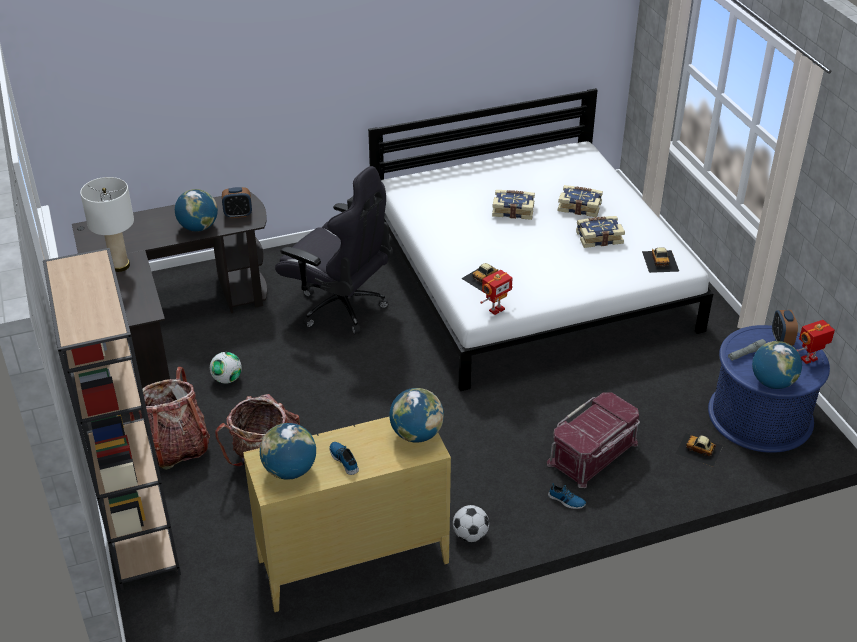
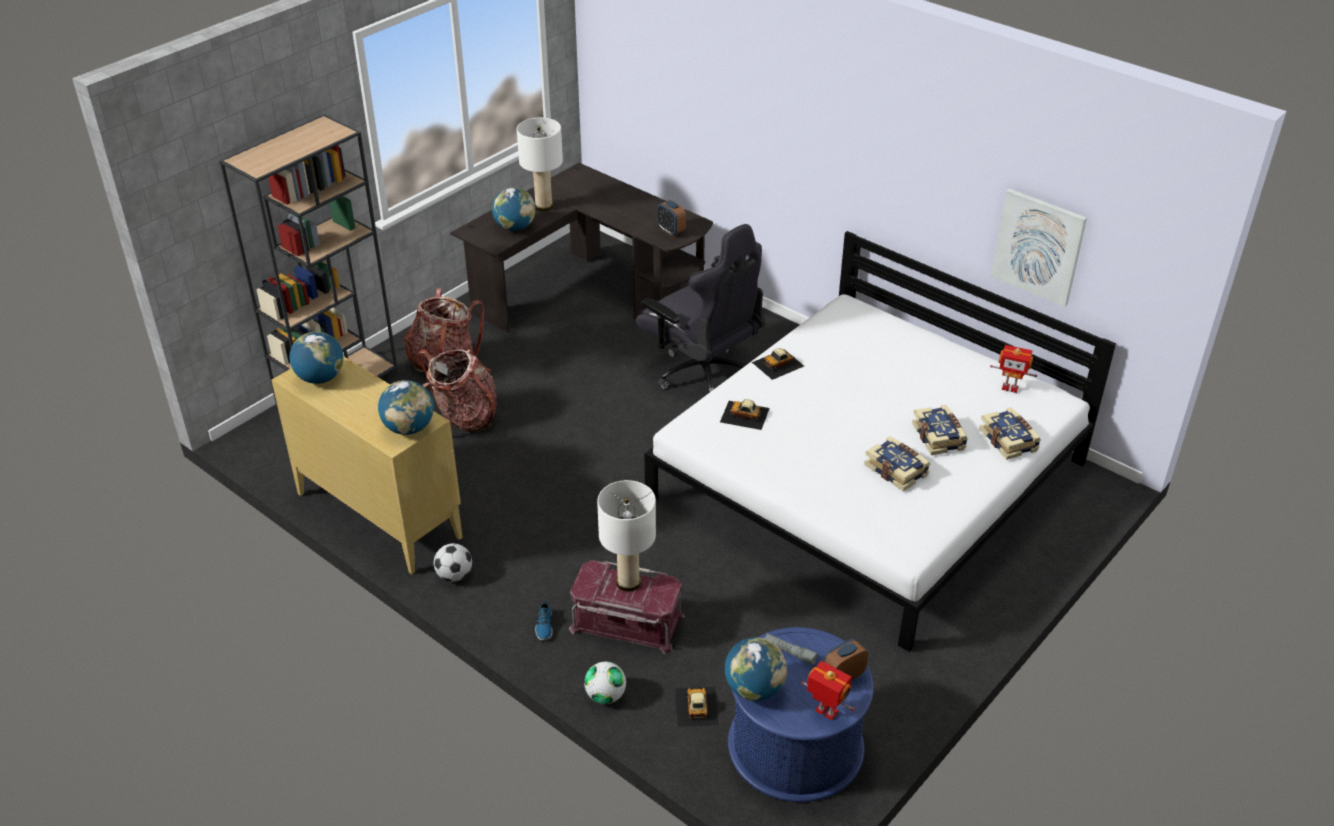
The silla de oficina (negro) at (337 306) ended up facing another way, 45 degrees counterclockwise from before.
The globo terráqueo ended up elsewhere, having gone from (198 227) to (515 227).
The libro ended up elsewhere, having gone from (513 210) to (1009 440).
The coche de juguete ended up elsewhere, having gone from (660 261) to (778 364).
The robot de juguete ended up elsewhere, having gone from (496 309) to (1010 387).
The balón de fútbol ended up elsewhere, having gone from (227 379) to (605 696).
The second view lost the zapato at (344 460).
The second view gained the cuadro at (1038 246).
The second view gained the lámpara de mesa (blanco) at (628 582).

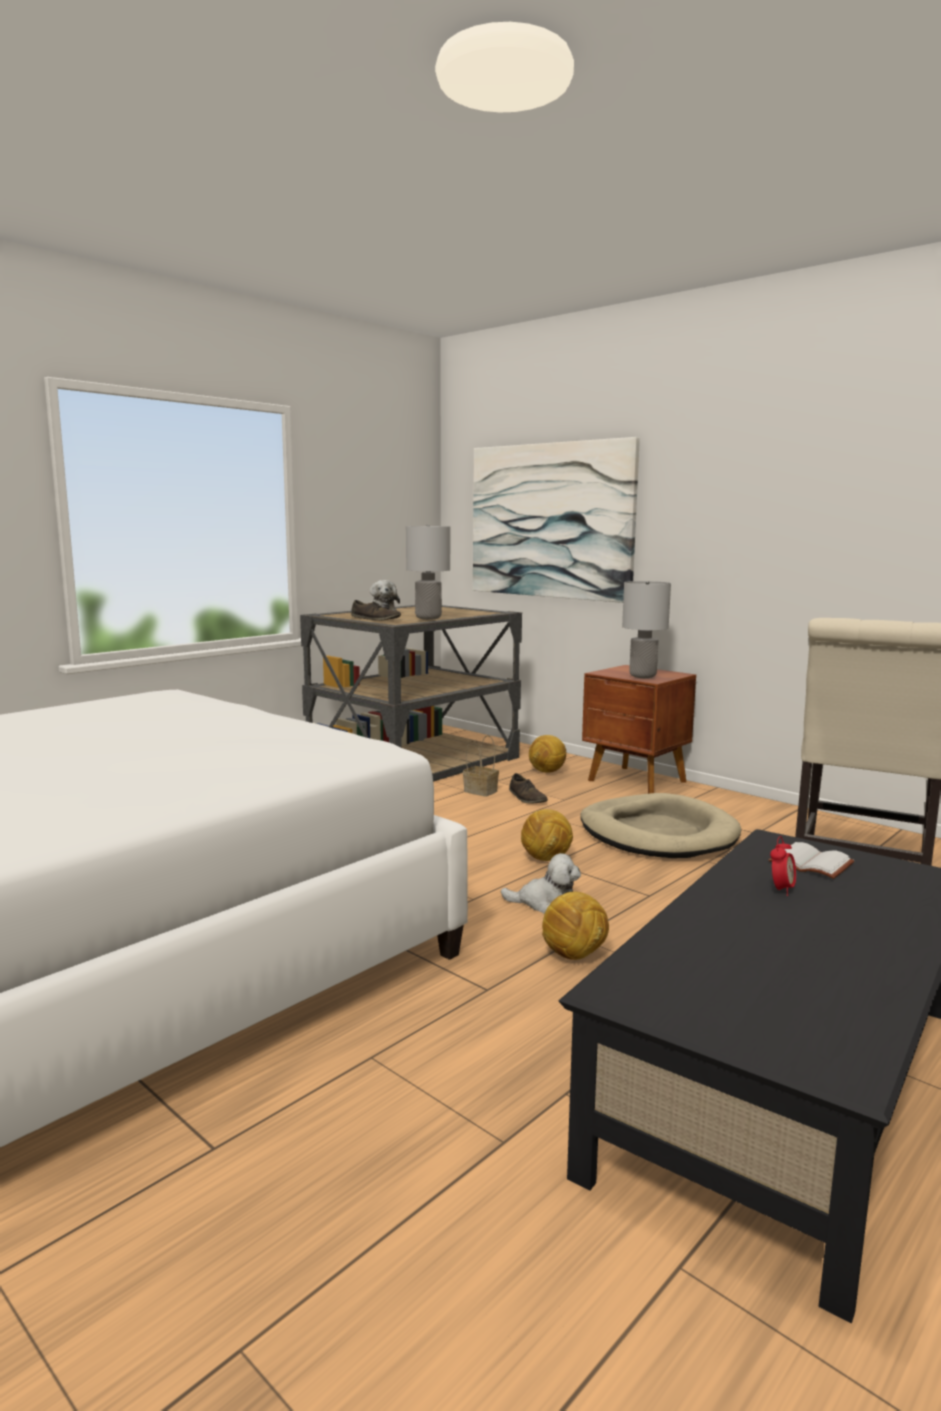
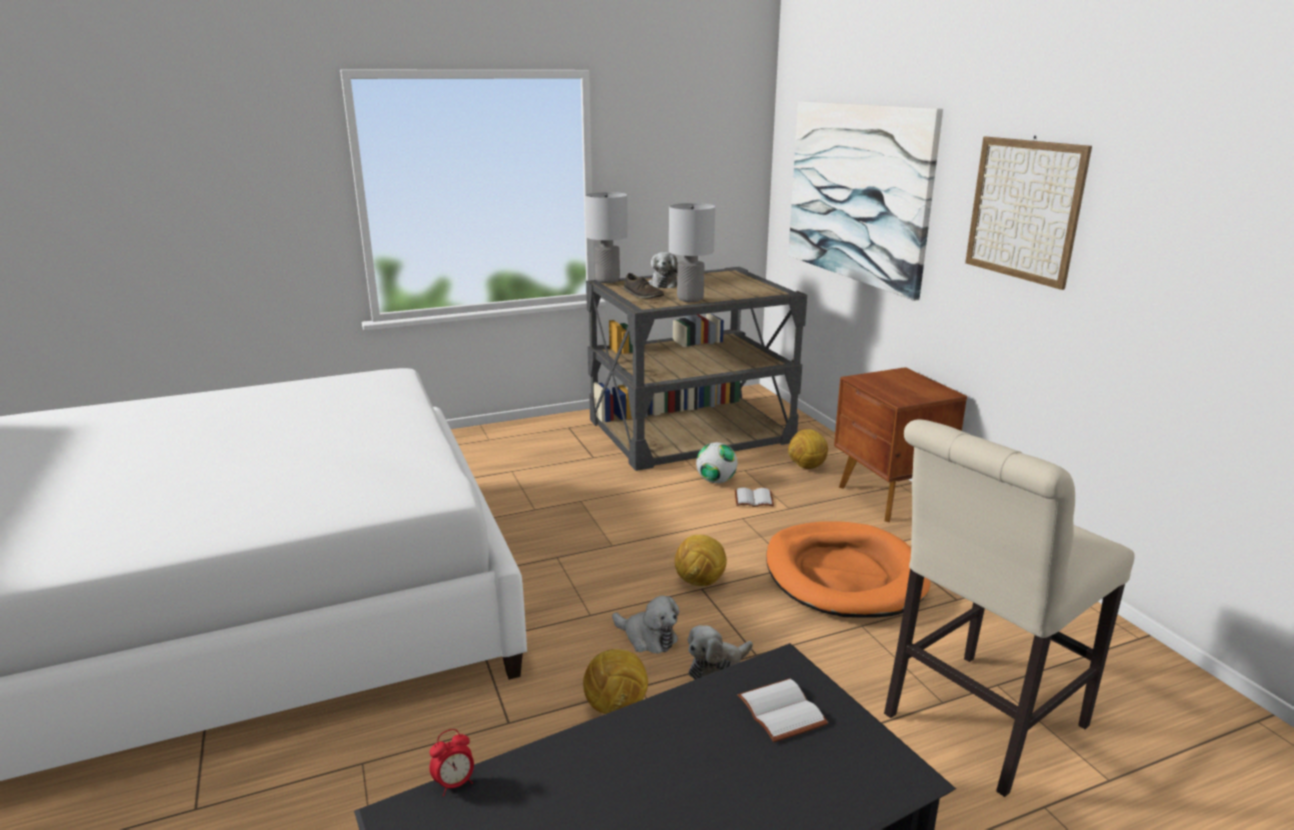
The lámpara de mesa (gris) ended up elsewhere, having gone from (643 677) to (608 282).
Where the cesta stood at (479 791), the balón de fútbol came to stand at (716 481).
Where the zapato (marrón) stood at (527 798), the libro (blanco) came to stand at (754 499).
What was the cama para perro (beis) at (658 833) turned into the cama para perro (naranja) at (843 575).
The despertador ended up elsewhere, having gone from (781 890) to (454 783).
The second view gained the cuadro at (1025 207).
The second view gained the peluche at (717 668).

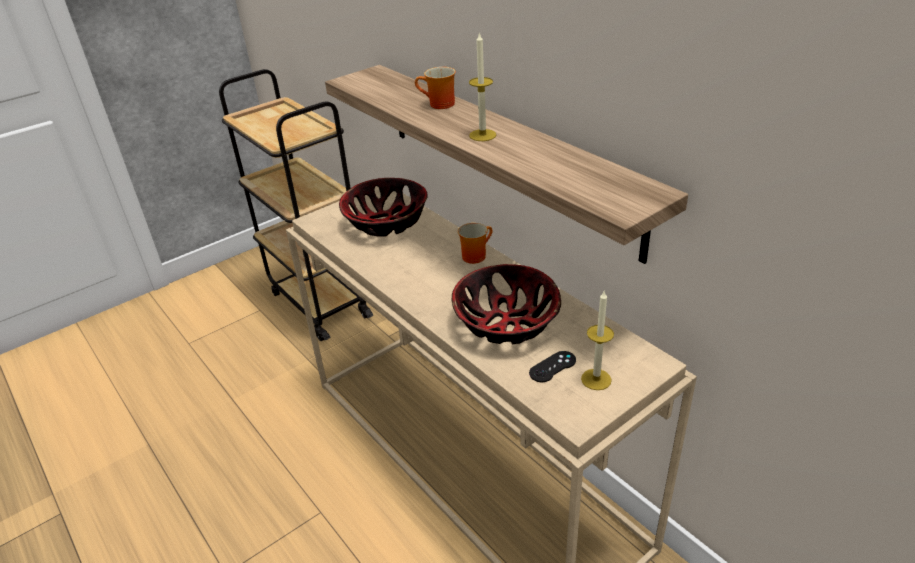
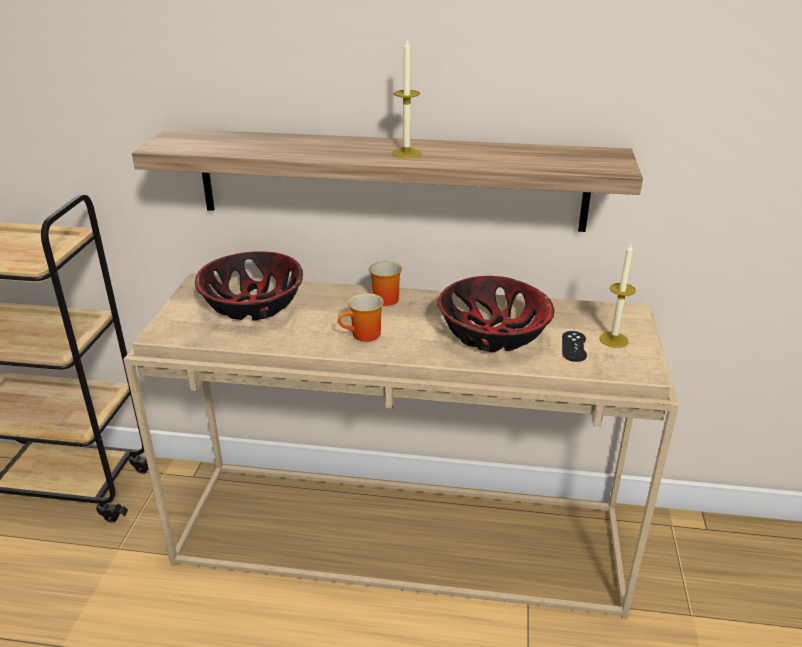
The taza grande ended up elsewhere, having gone from (438 105) to (364 336).

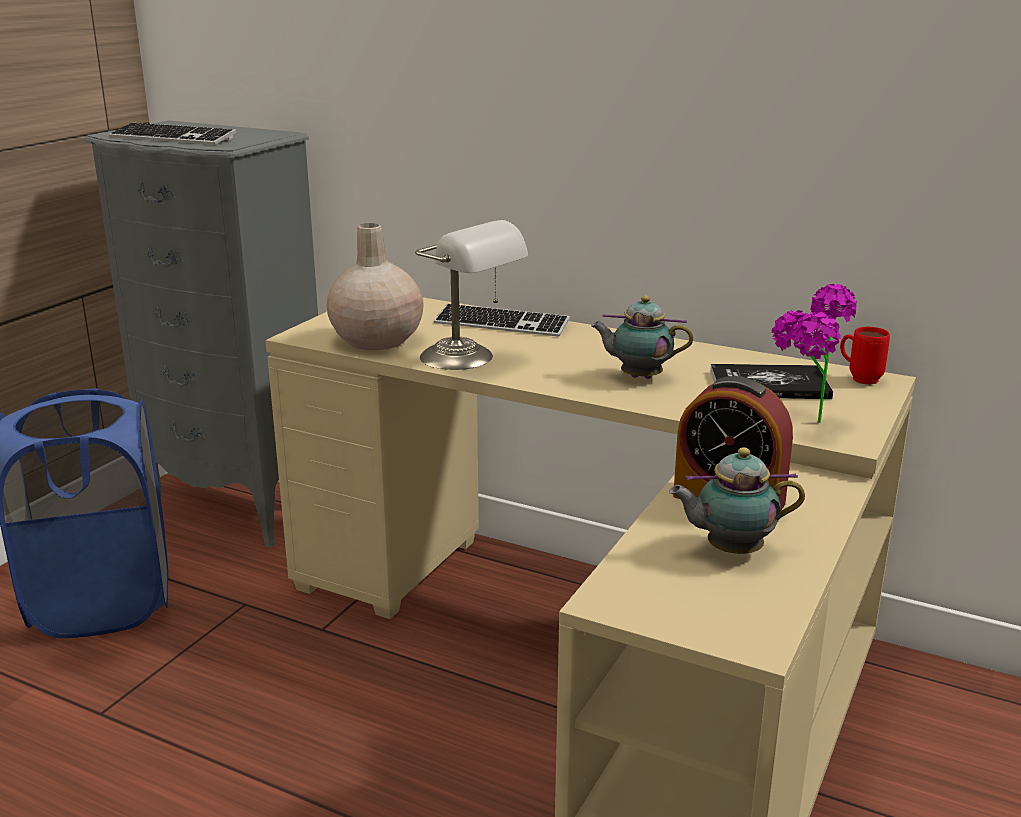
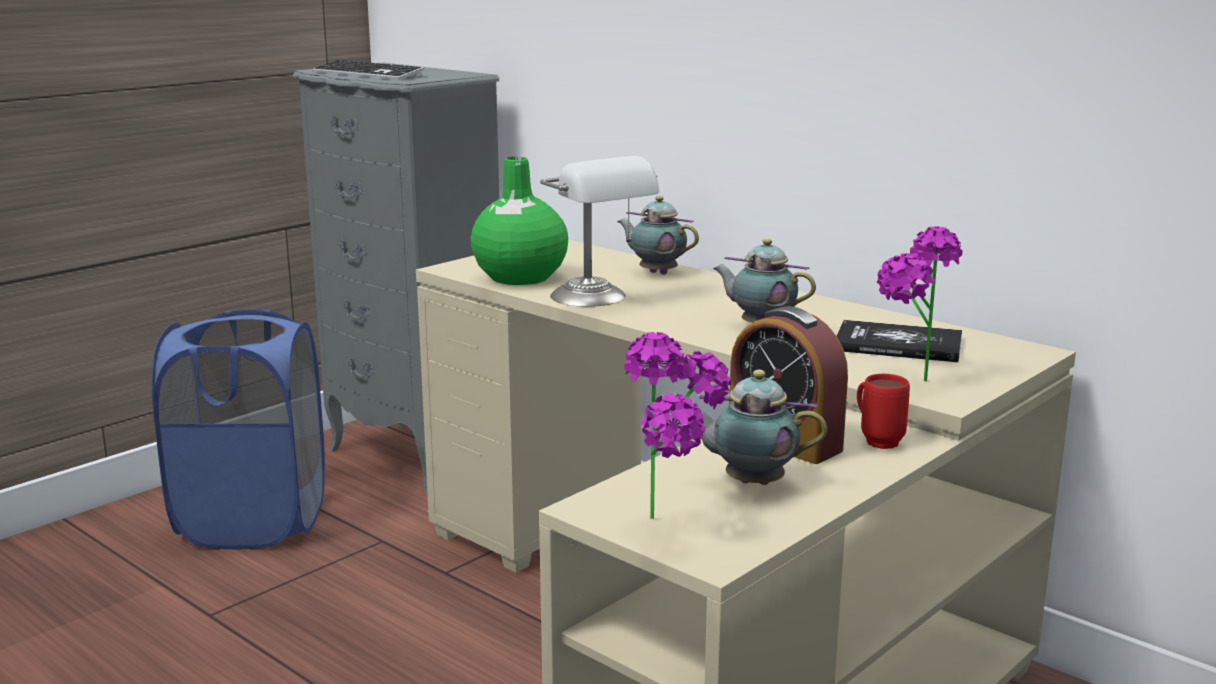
What was the florero (beis) at (376 341) turned into the florero (verde) at (519 277).
Where the teclado stood at (501 324), the tetera came to stand at (656 273).
The taza grande (rojo) ended up elsewhere, having gone from (858 378) to (876 440).
The second view gained the planta en maceta at (676 521).

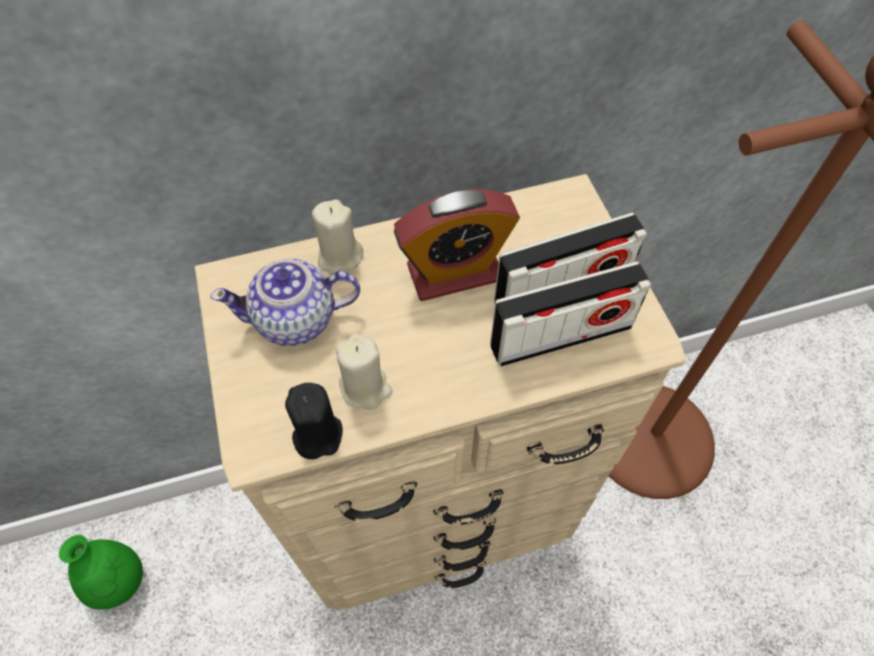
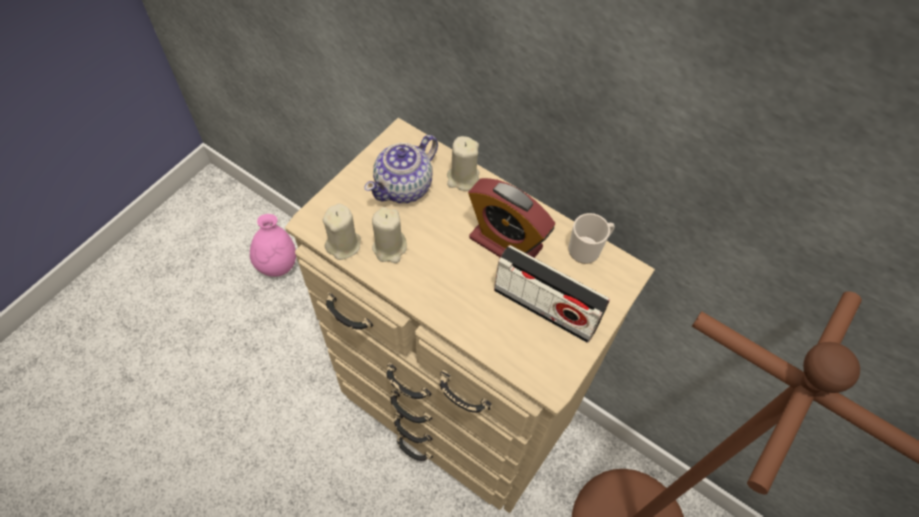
The tetera at (296 319) ended up facing another way, 90 degrees counterclockwise from before.
The second view lost the radio at (560 336).
What was the vela (negro) at (317 434) turned into the vela (beis) at (343 244).
What was the florero (verde) at (120 581) turned into the florero (rosa) at (277 265).
The second view gained the taza grande at (587 249).

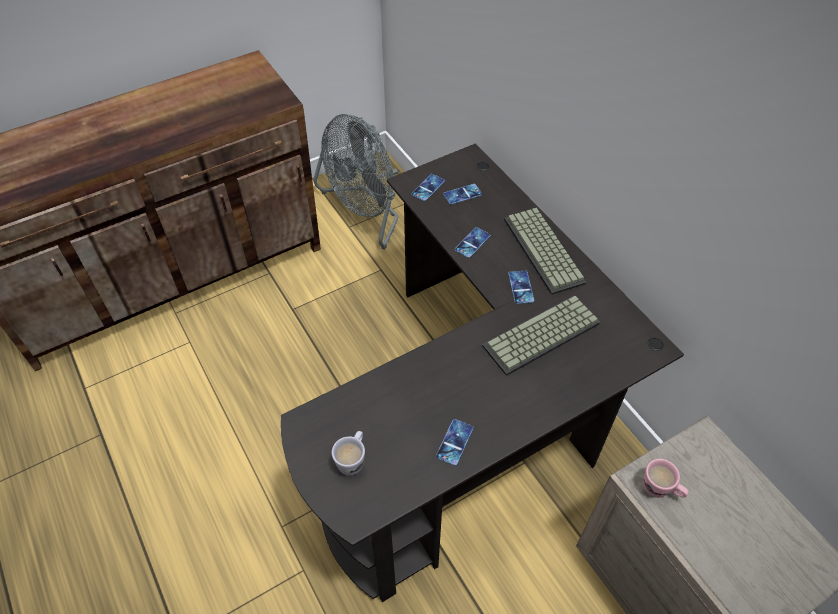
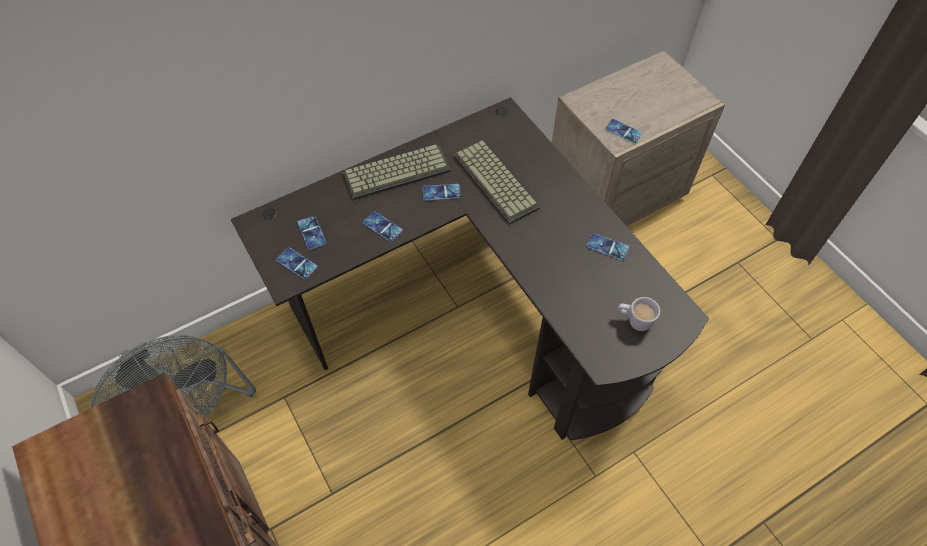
Where the taza grande (rosa) stood at (660 490), the móvil came to stand at (623 131).

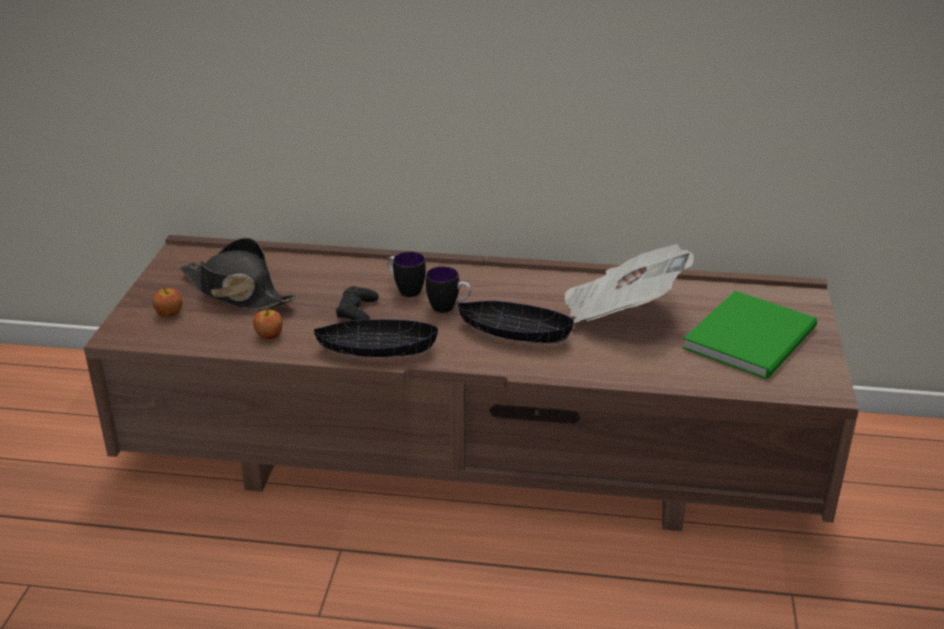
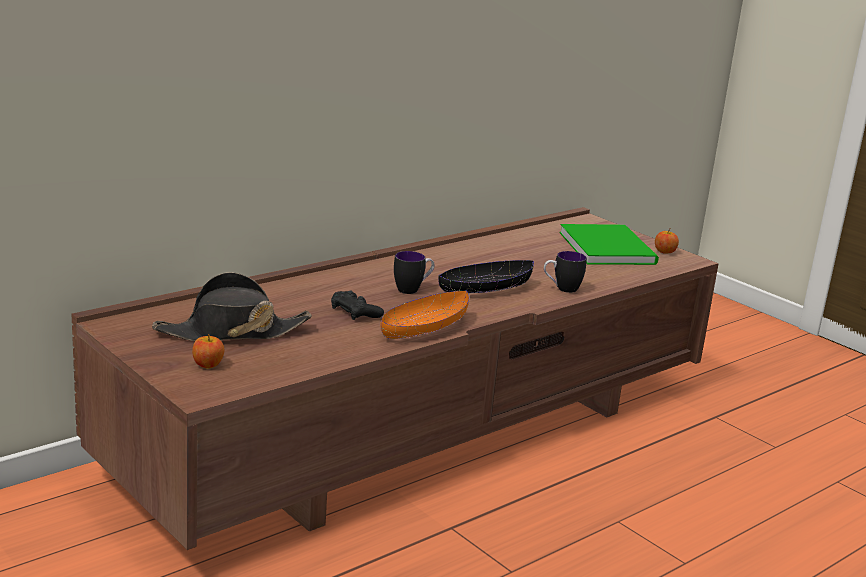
The second view lost the periódico at (621 312).
The taza grande ended up elsewhere, having gone from (405 290) to (561 289).
The manzana ended up elsewhere, having gone from (269 335) to (664 252).
What was the cuenco (negro) at (376 351) turned into the cuenco (naranja) at (423 328).

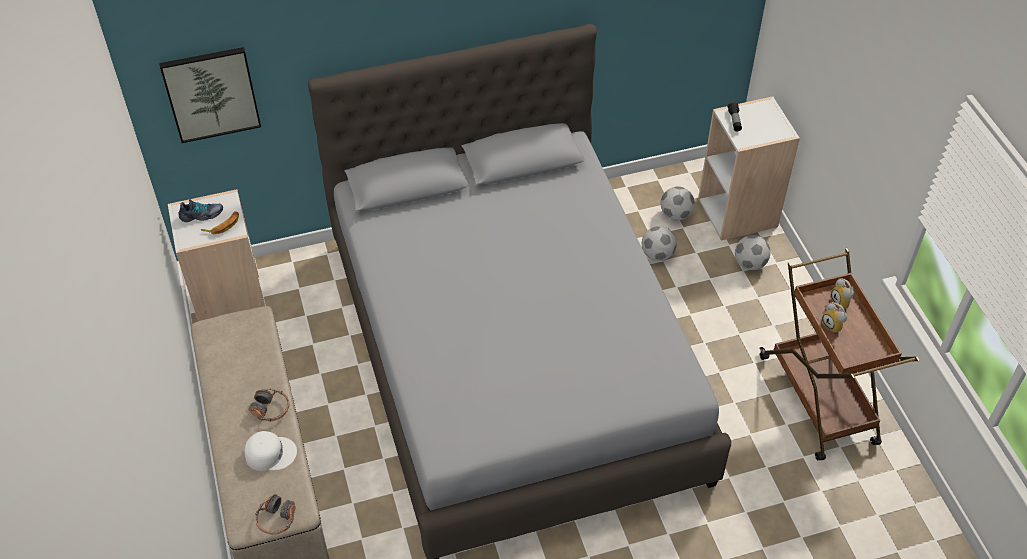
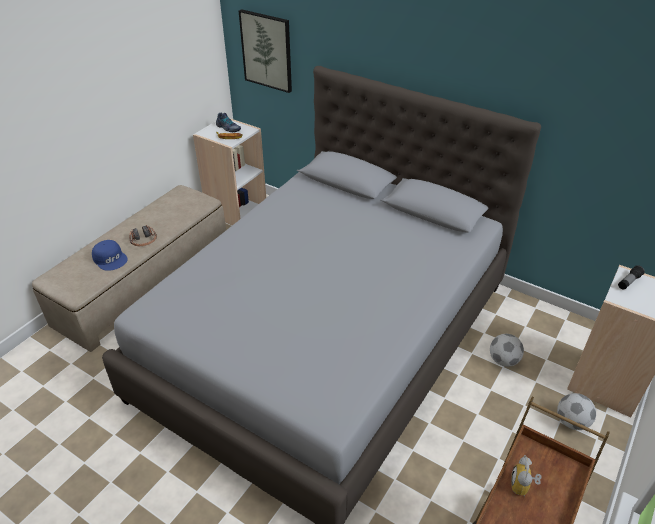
The second view lost the balón de fútbol at (675 214).
The second view lost the despertador at (842 302).
What was the gorra (blanco) at (270 453) turned into the gorra (azul) at (110 258).
The second view lost the auriculares at (276 519).

